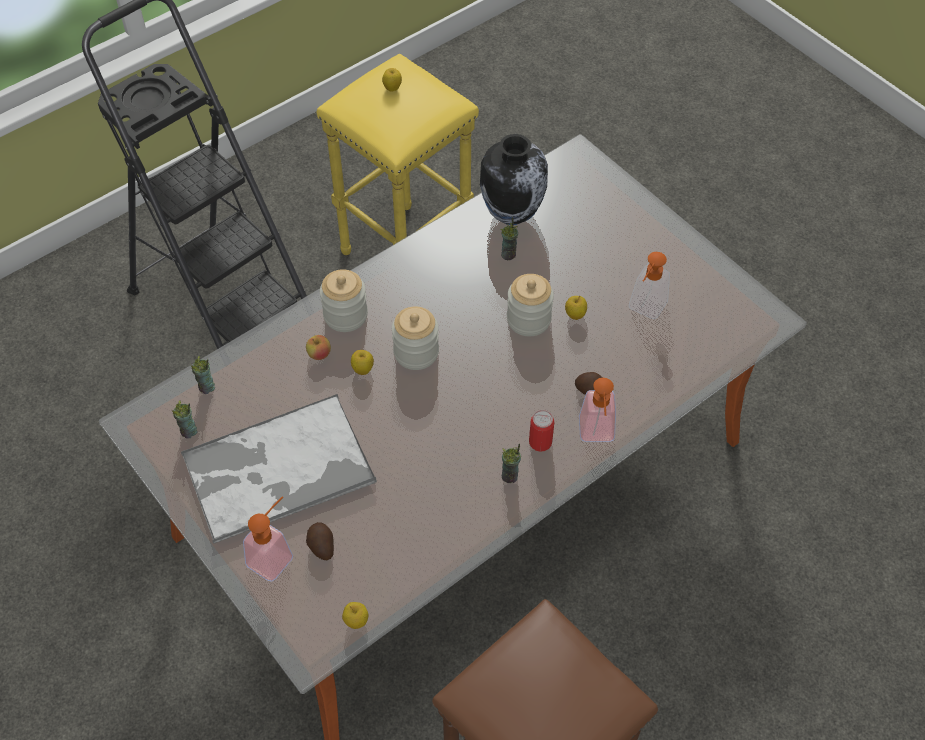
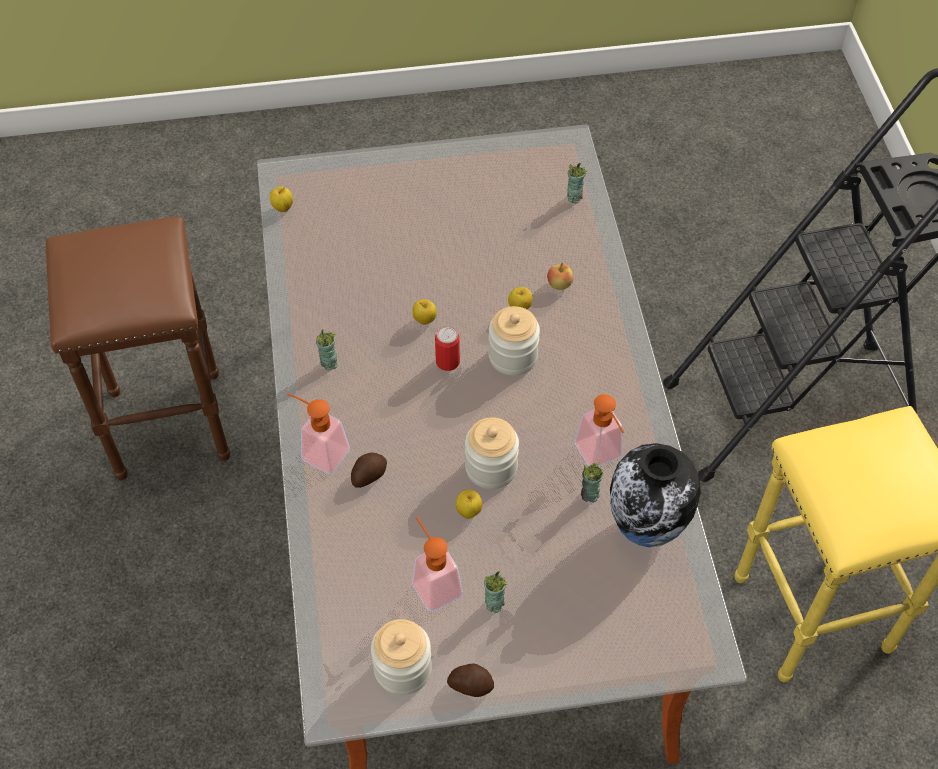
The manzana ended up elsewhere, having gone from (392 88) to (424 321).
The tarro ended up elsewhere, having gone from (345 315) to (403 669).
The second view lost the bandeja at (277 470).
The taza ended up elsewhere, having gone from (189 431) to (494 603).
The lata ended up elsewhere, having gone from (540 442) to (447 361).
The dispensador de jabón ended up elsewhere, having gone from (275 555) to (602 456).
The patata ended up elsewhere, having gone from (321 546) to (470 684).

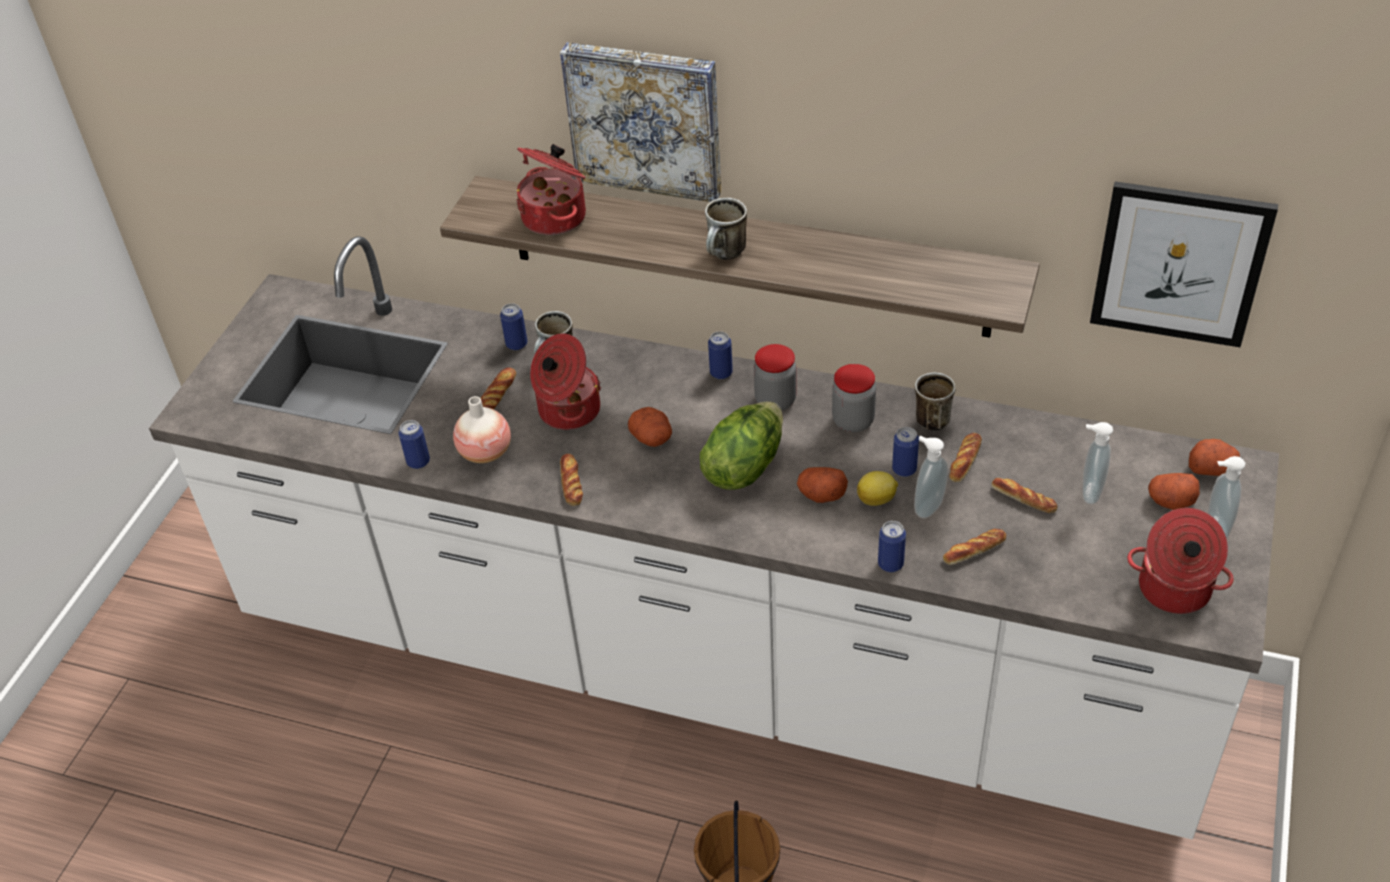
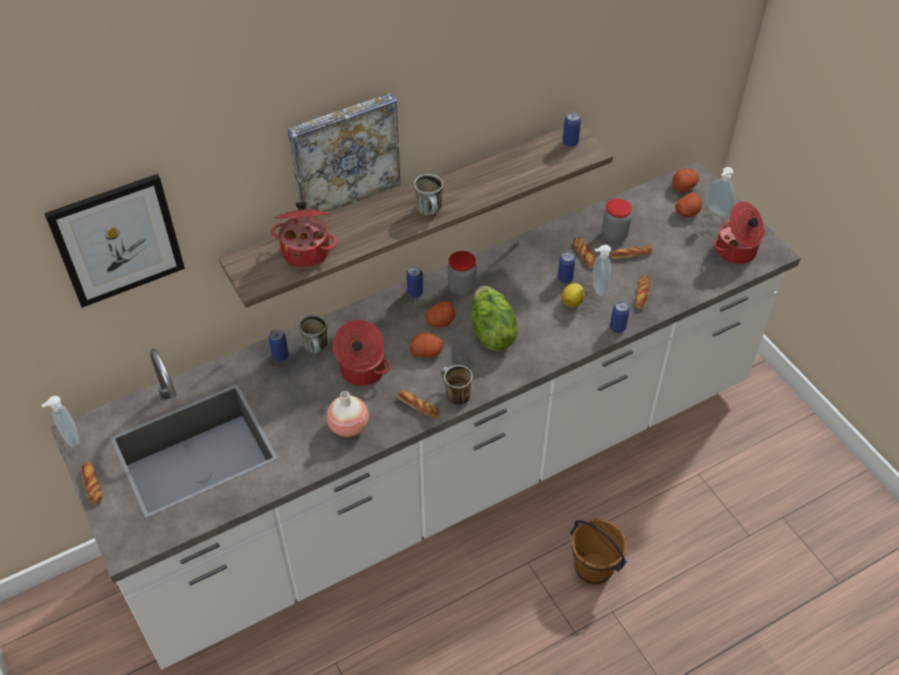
The cuadro ended up elsewhere, having gone from (1179 263) to (117 240).
The tarro ended up elsewhere, having gone from (853 421) to (614 235).
The pan ended up elsewhere, having gone from (497 394) to (92 485).
The taza grande ended up elsewhere, having gone from (930 417) to (454 395).
The lata ended up elsewhere, having gone from (418 461) to (570 142).
The dispensador de jabón ended up elsewhere, having gone from (1088 492) to (70 439).
The patata ended up elsewhere, having gone from (821 494) to (440 321).

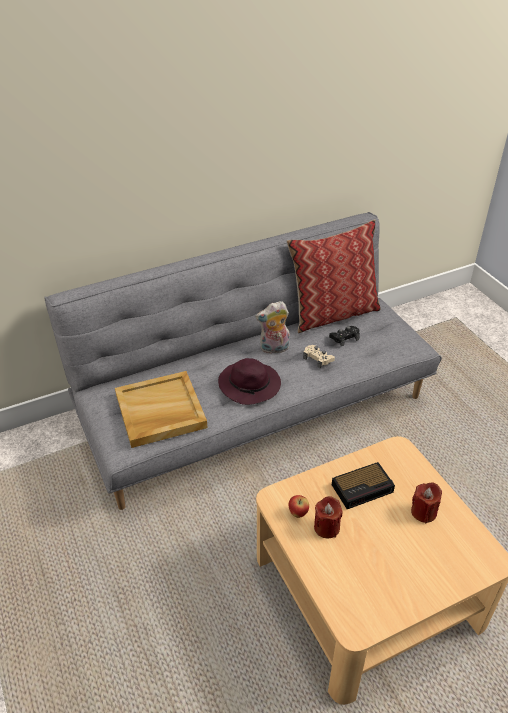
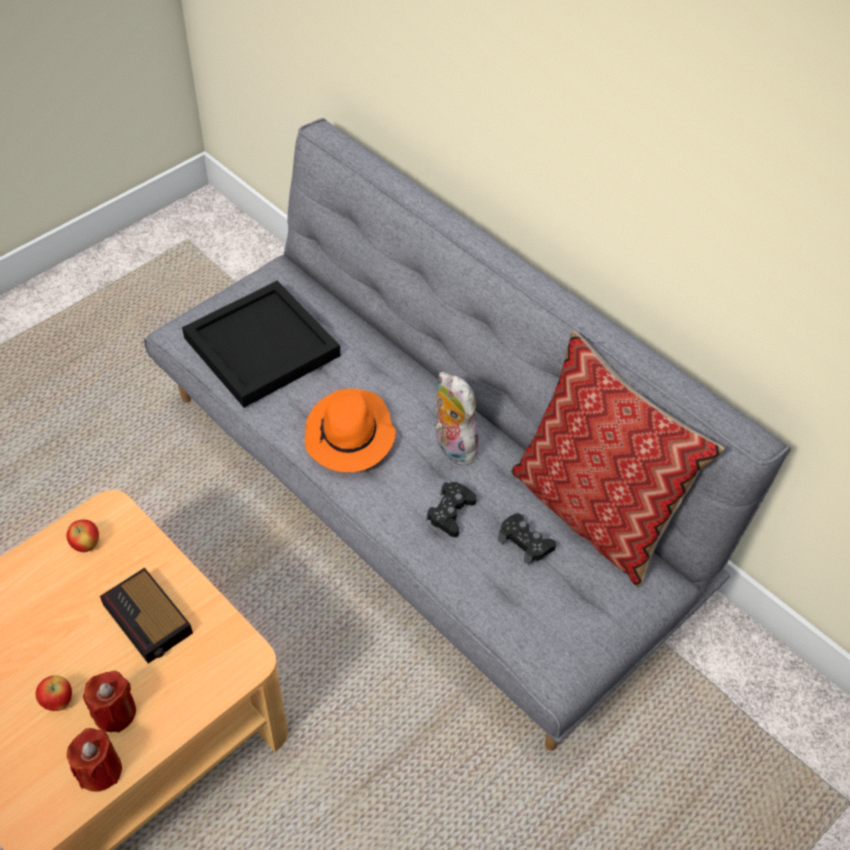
What was the mando de consola (beis) at (318 358) turned into the mando de consola (negro) at (450 512).
What was the sombrero (morado) at (250 385) turned into the sombrero (naranja) at (350 436).
What was the bandeja (beis) at (160 412) turned into the bandeja (negro) at (260 346).
The vela (rojo) ended up elsewhere, having gone from (326 527) to (100 770).
The second view gained the manzana at (58 701).

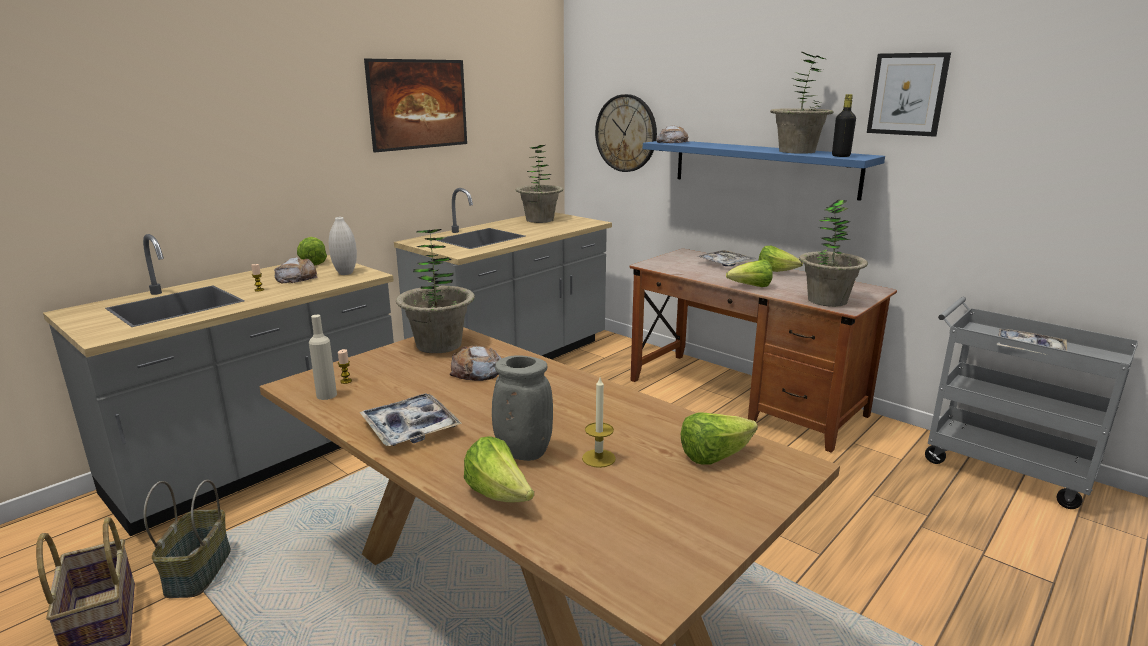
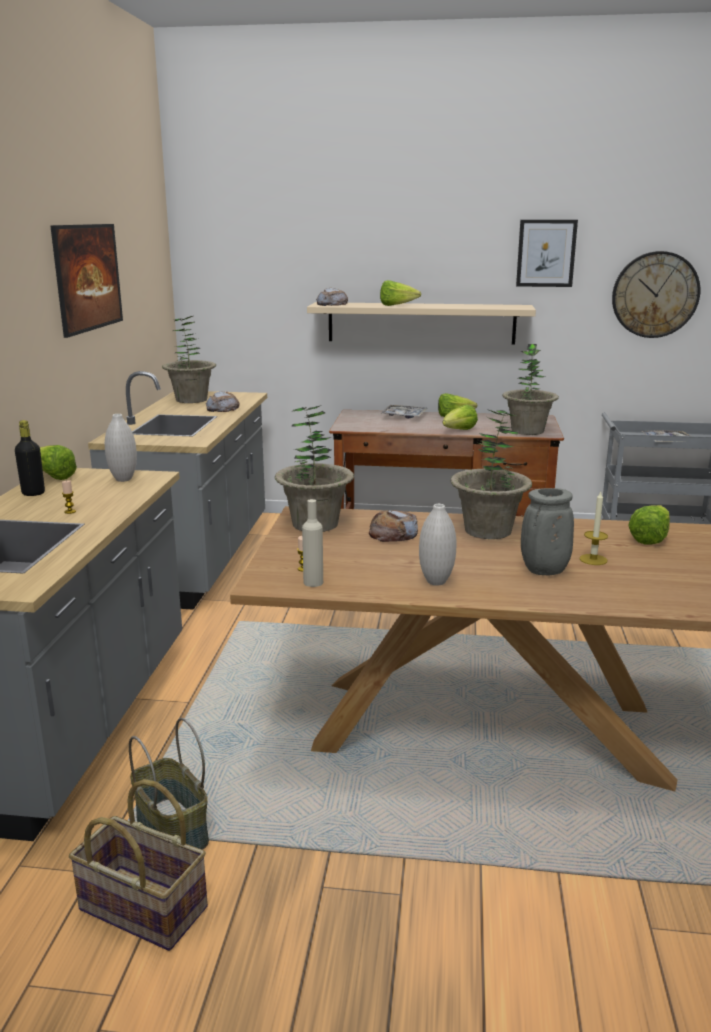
The planta en maceta ended up elsewhere, having gone from (797 151) to (488 531).
The reloj de pared ended up elsewhere, having gone from (626 133) to (655 294).
The botella (negro) ended up elsewhere, having gone from (840 156) to (33 493).
What was the estante (azul) at (763 168) turned into the estante (beis) at (421 323).
The pan ended up elsewhere, having gone from (296 278) to (222 408).
Where the bandeja stood at (410 428), the florero (blanco) came to stand at (436 582).
The lechuga ended up elsewhere, having gone from (499 495) to (397 306).

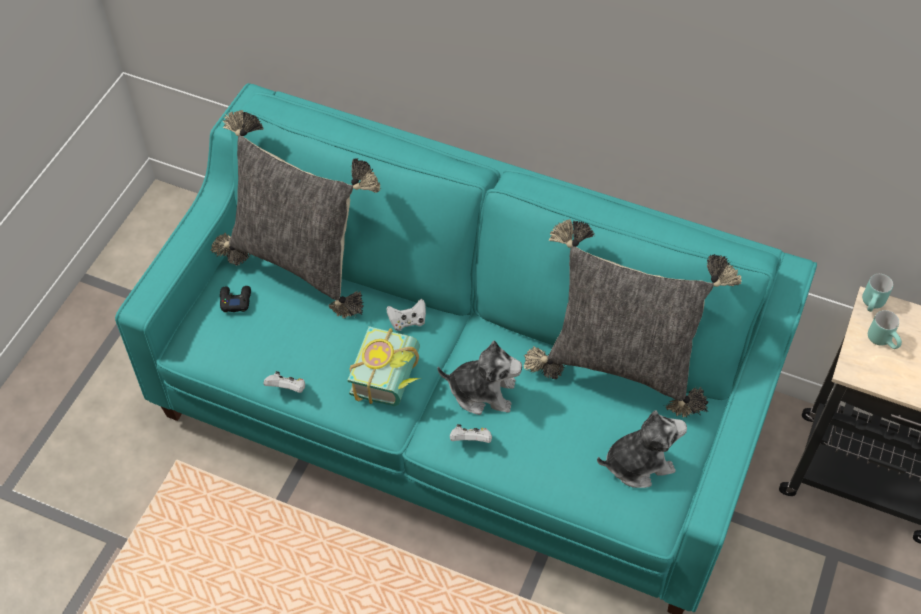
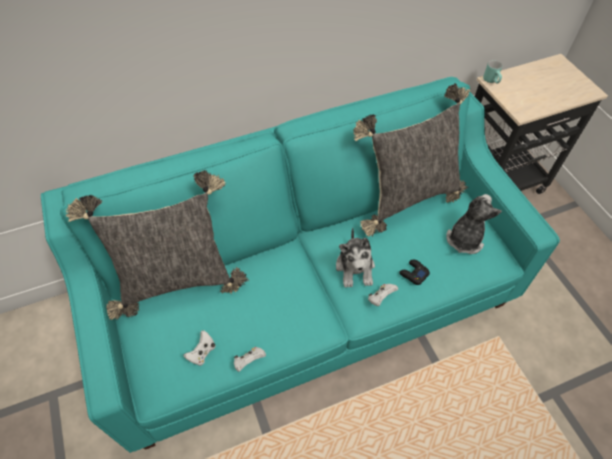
The mando de consola (negro) ended up elsewhere, having gone from (235 300) to (413 274).
The mando de consola (blanco) ended up elsewhere, having gone from (407 321) to (202 352).
The second view lost the taza grande (turquesa) at (883 340).
The second view lost the libro at (393 378).
The peluche at (482 391) ended up facing another way, 120 degrees clockwise from before.

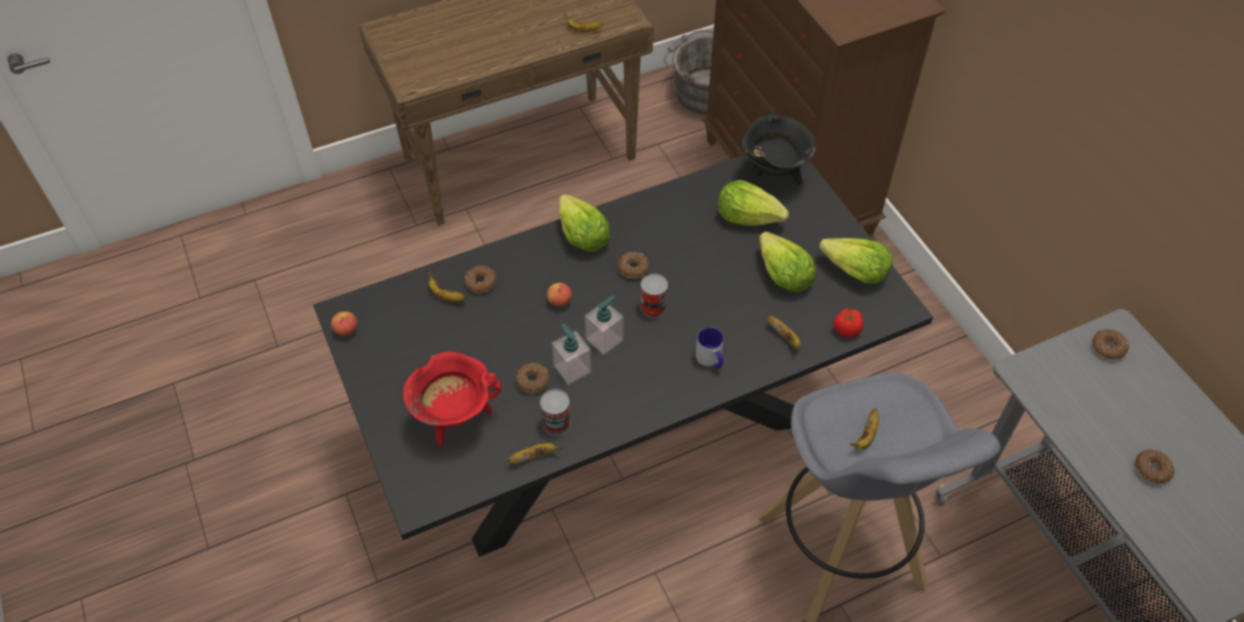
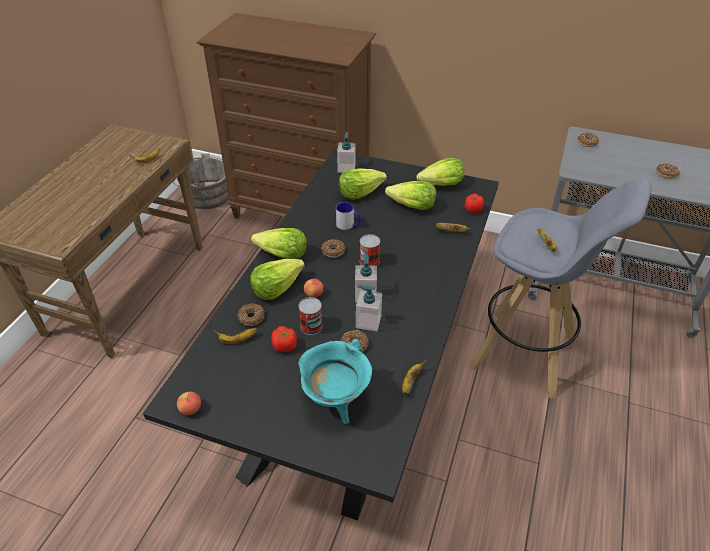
Where the olla (negro) stood at (774 174), the dispensador de jabón came to stand at (346 168).
The taza grande ended up elsewhere, having gone from (711 360) to (348 225).
What was the olla (rojo) at (455 418) turned into the olla (turquesa) at (335 401).
The lata ended up elsewhere, having gone from (556 422) to (311 326).
The second view gained the lechuga at (276 287).
The second view gained the tomate at (285 346).

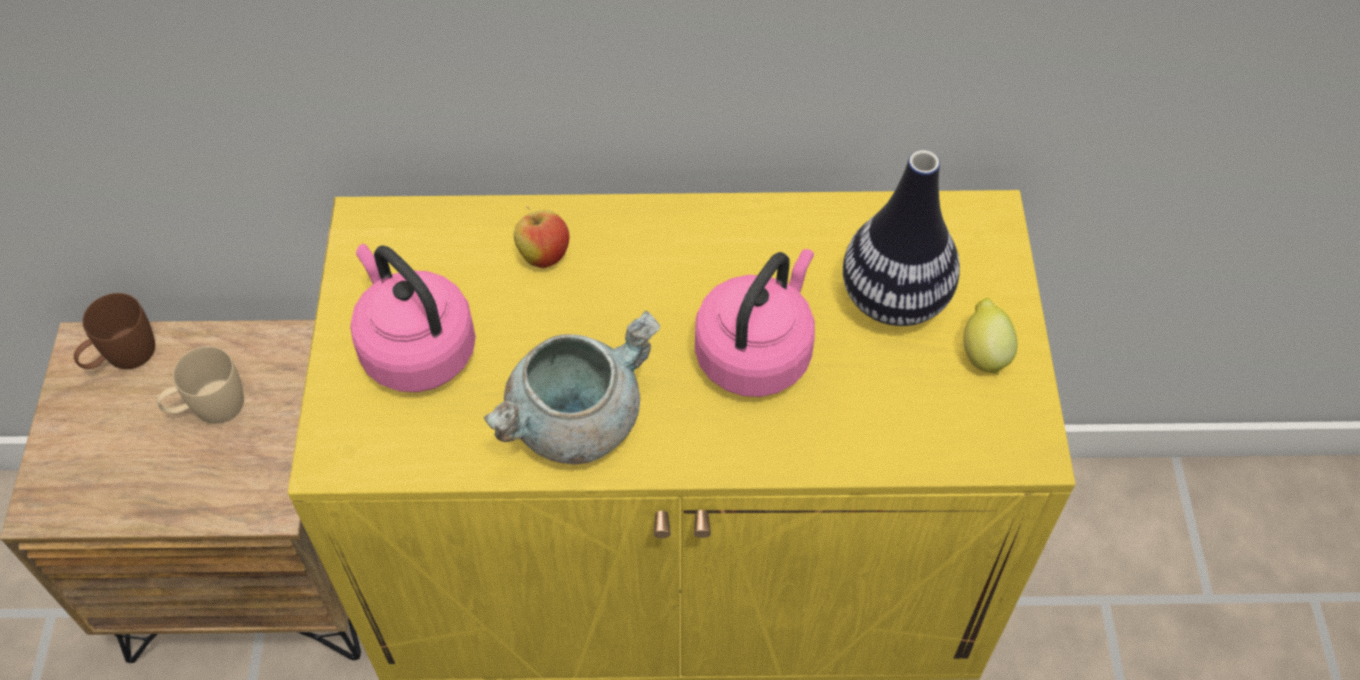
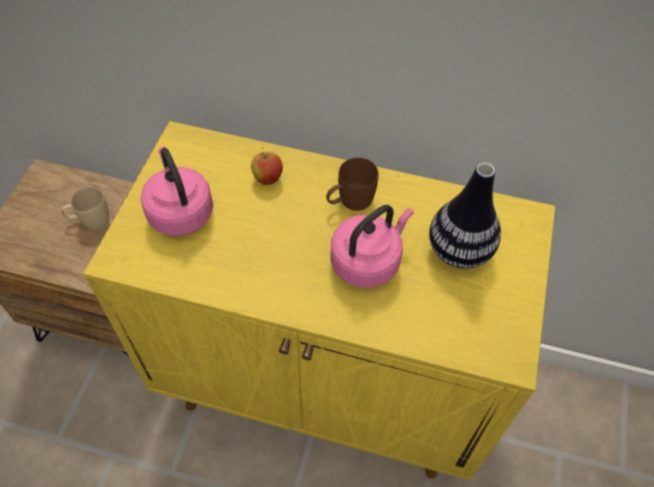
The taza grande (marrón) ended up elsewhere, having gone from (122 357) to (349 201).
The second view lost the limón at (983 353).
The second view lost the olla (gris) at (575 420).

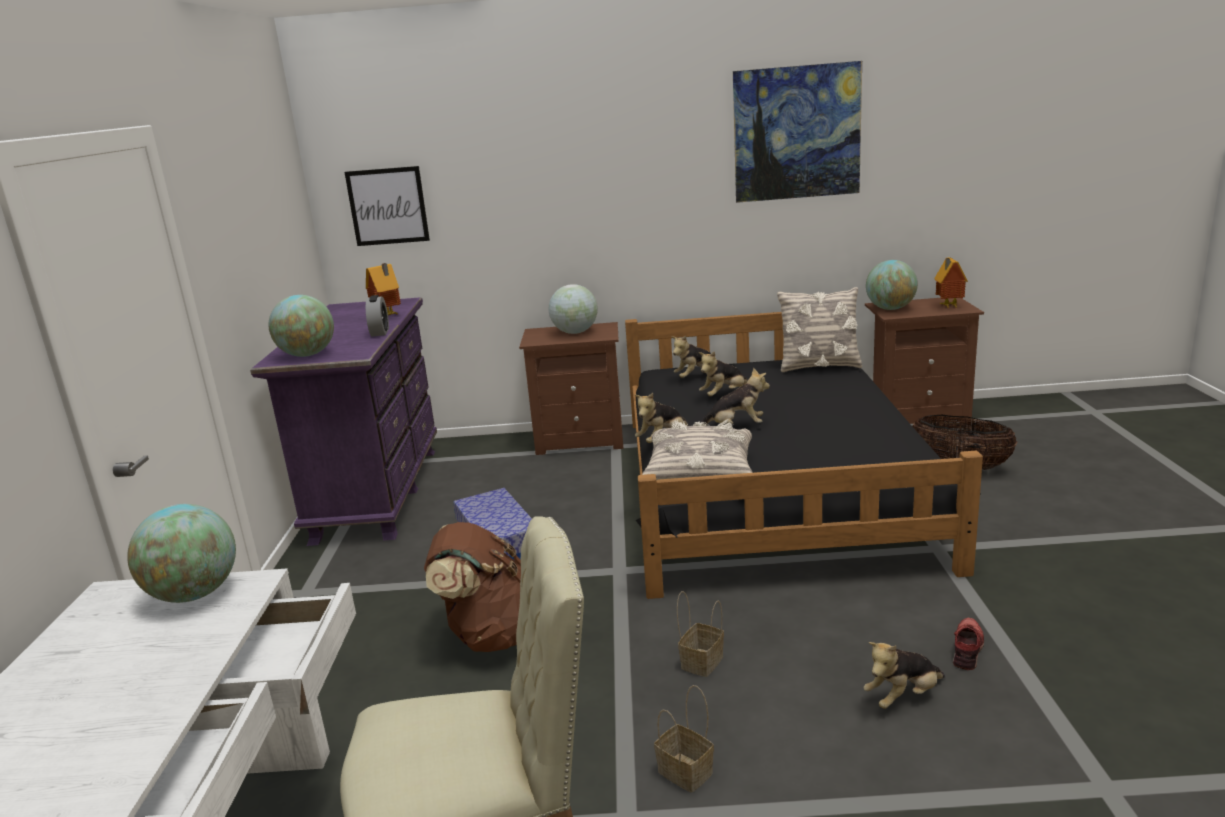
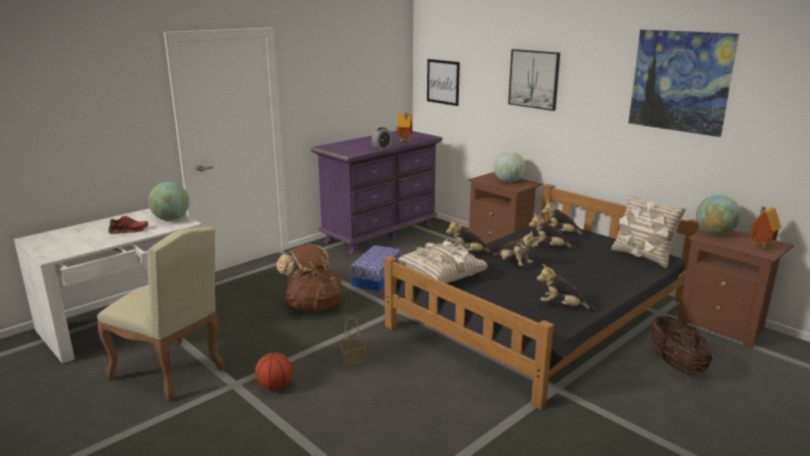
The second view lost the globo terráqueo at (307 355).
The zapato (rojo) ended up elsewhere, having gone from (968 649) to (129 230).
The peluche ended up elsewhere, having gone from (903 697) to (562 306).
Where the cesta stood at (687 772), the balón de baloncesto came to stand at (275 386).
The second view gained the cuadro at (534 79).

